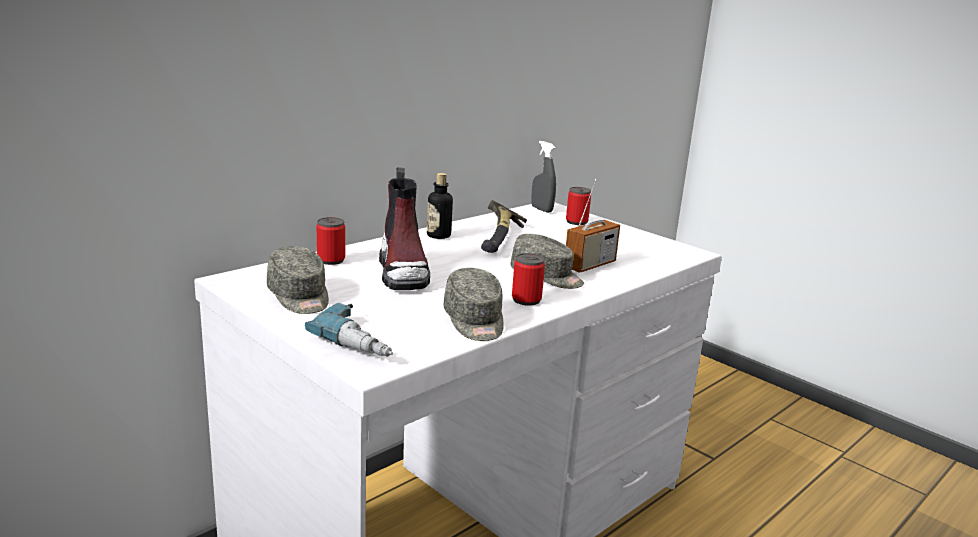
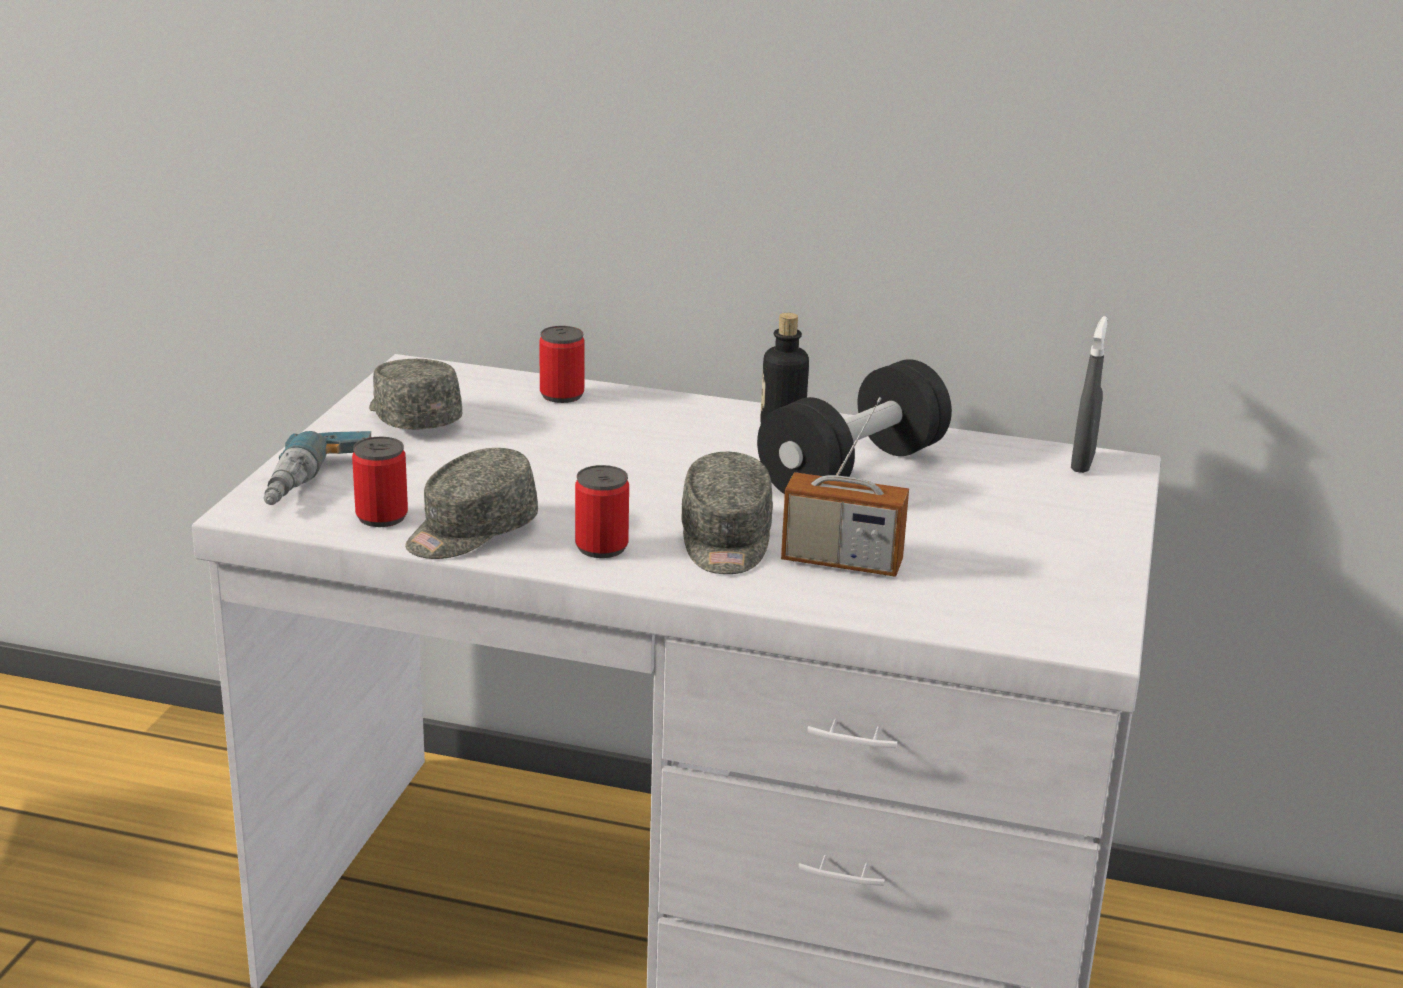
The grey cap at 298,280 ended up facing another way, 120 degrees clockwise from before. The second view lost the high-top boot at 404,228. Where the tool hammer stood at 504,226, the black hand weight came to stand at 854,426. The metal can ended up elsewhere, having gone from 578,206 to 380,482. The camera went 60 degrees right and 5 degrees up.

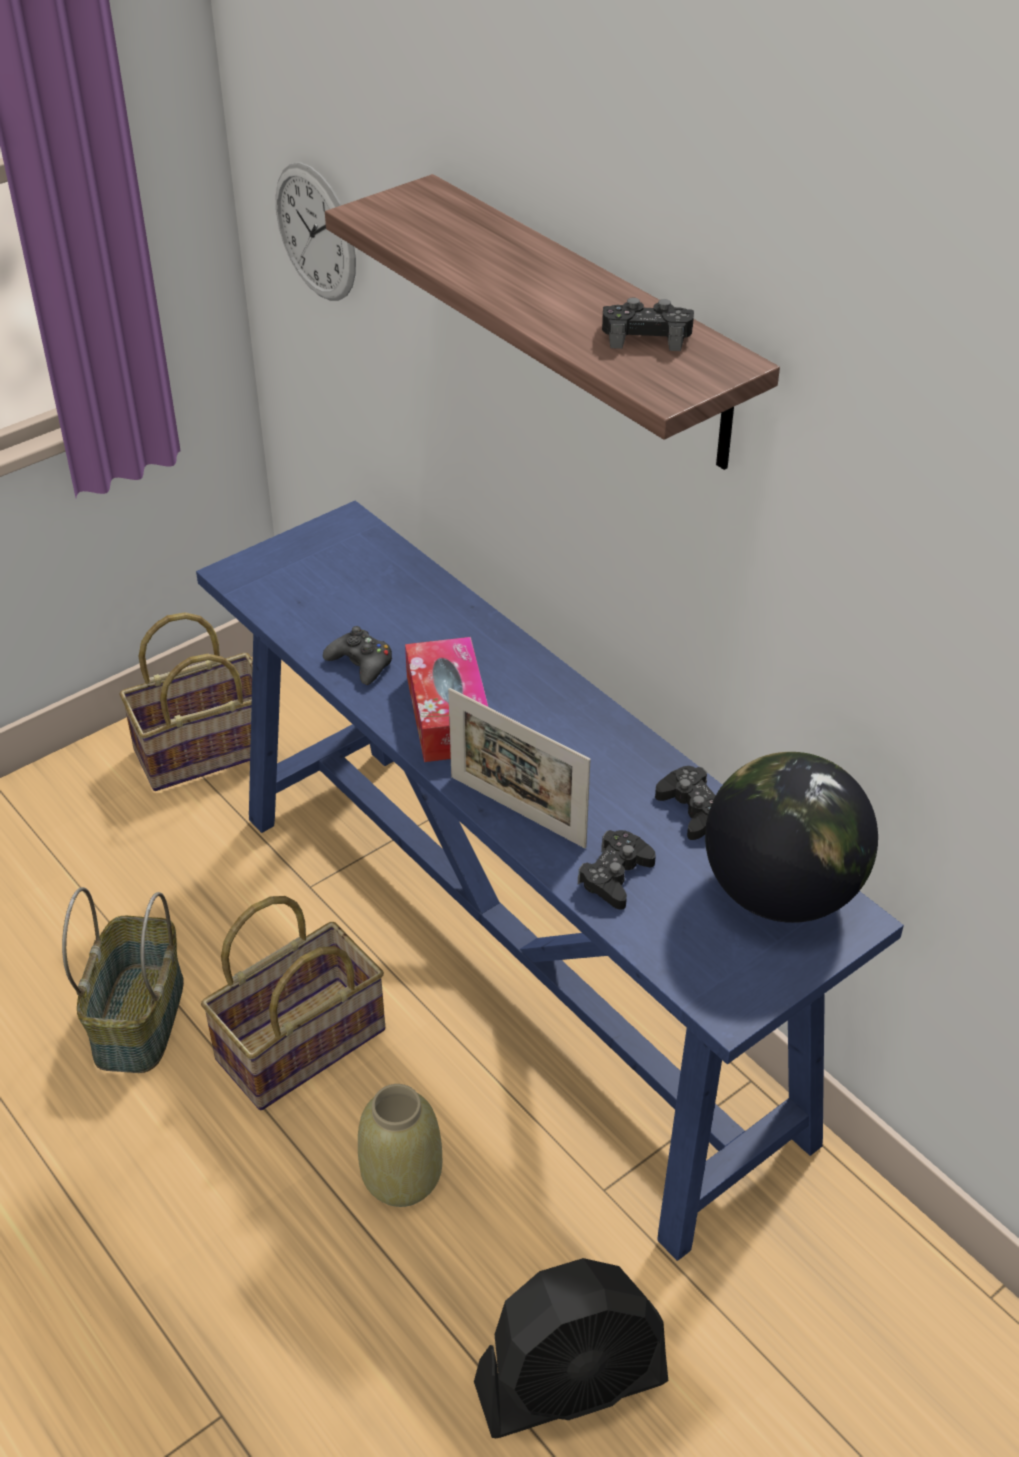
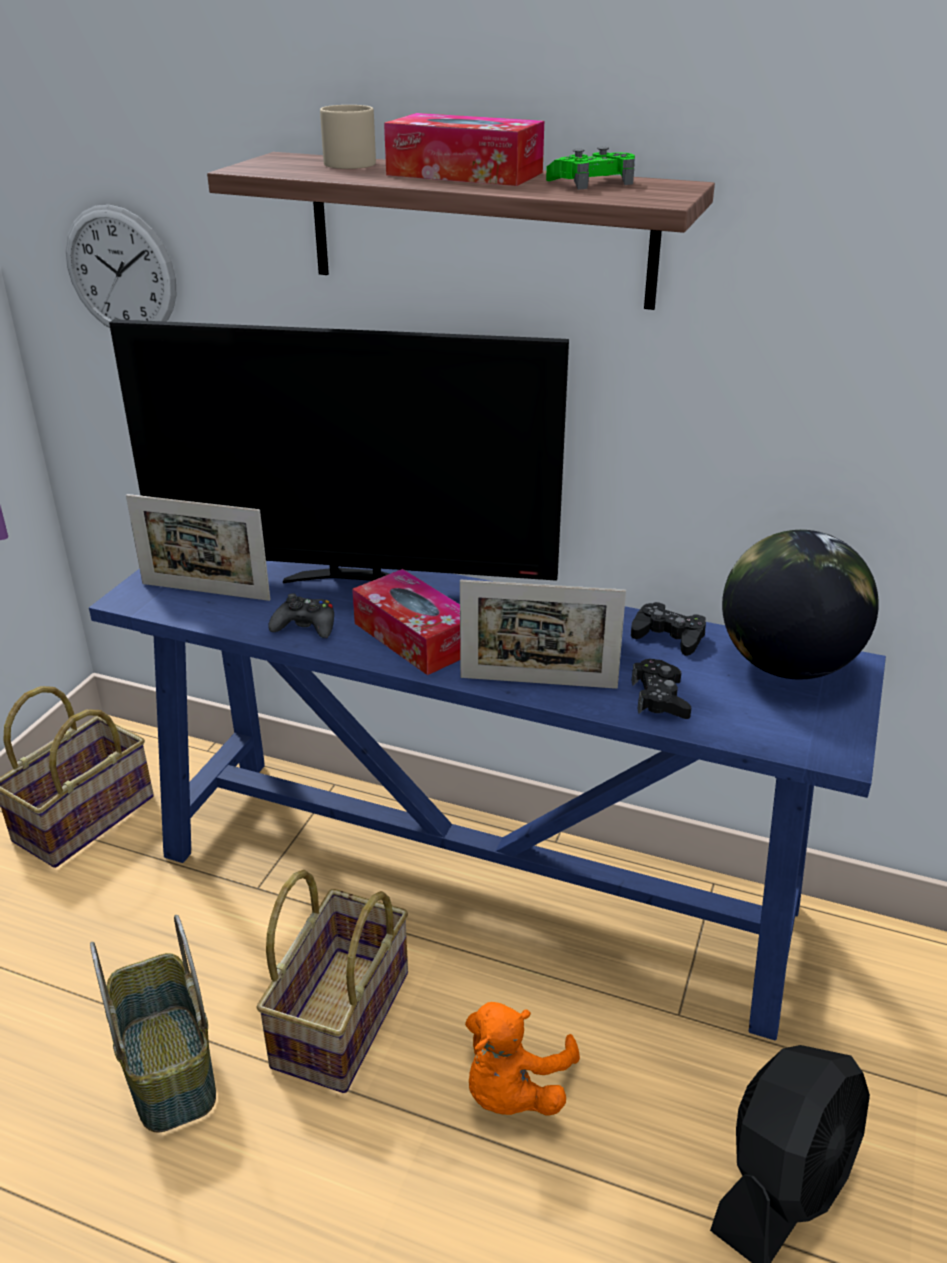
Where the beige decorative vase stood at 400,1145, the orangey soft toy came to stand at 522,1059. What was the black gamepad at 648,324 turned into the greenish gamepad at 590,168. The second view gained the TV at 339,451. The second view gained the photo frame at 198,547. The second view gained the beige coffee mug at 348,137. The second view gained the box of tissues at 464,149. The camera went 30 degrees left and 10 degrees down.

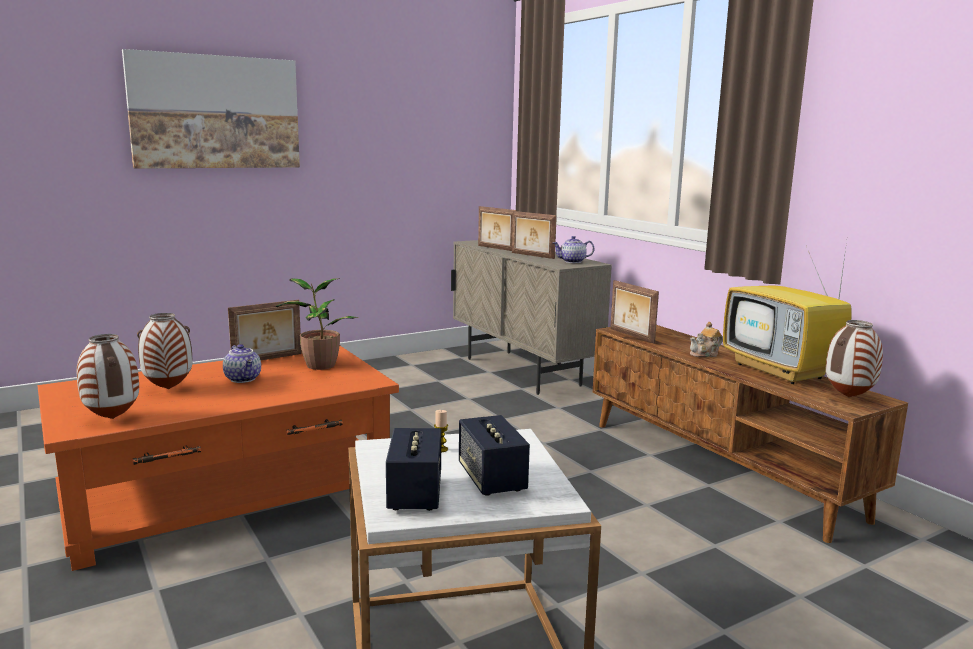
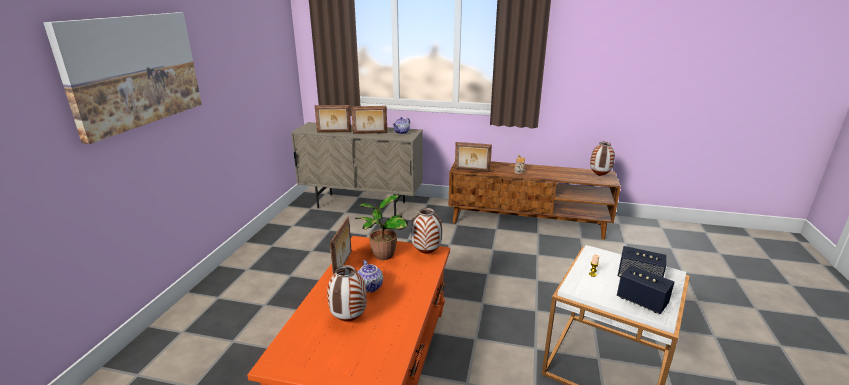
The decorative vase ended up elsewhere, having gone from 108,376 to 426,231. The pot for tea at 242,363 ended up facing another way, 60 degrees clockwise from before. The second view lost the TV at 787,313. The camera went 45 degrees left and 10 degrees up.

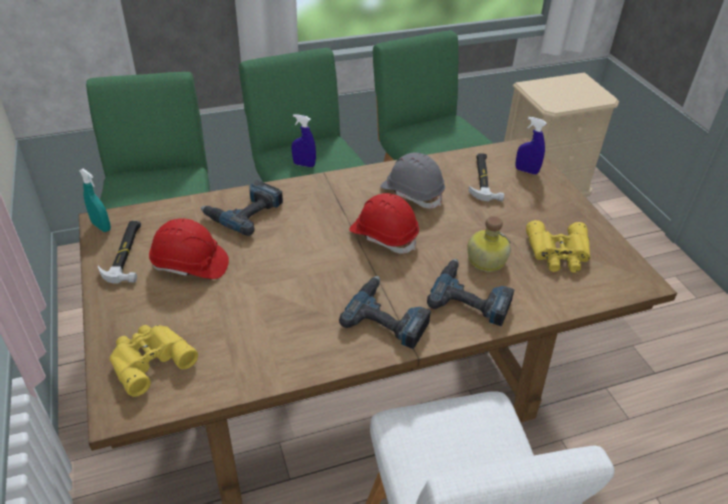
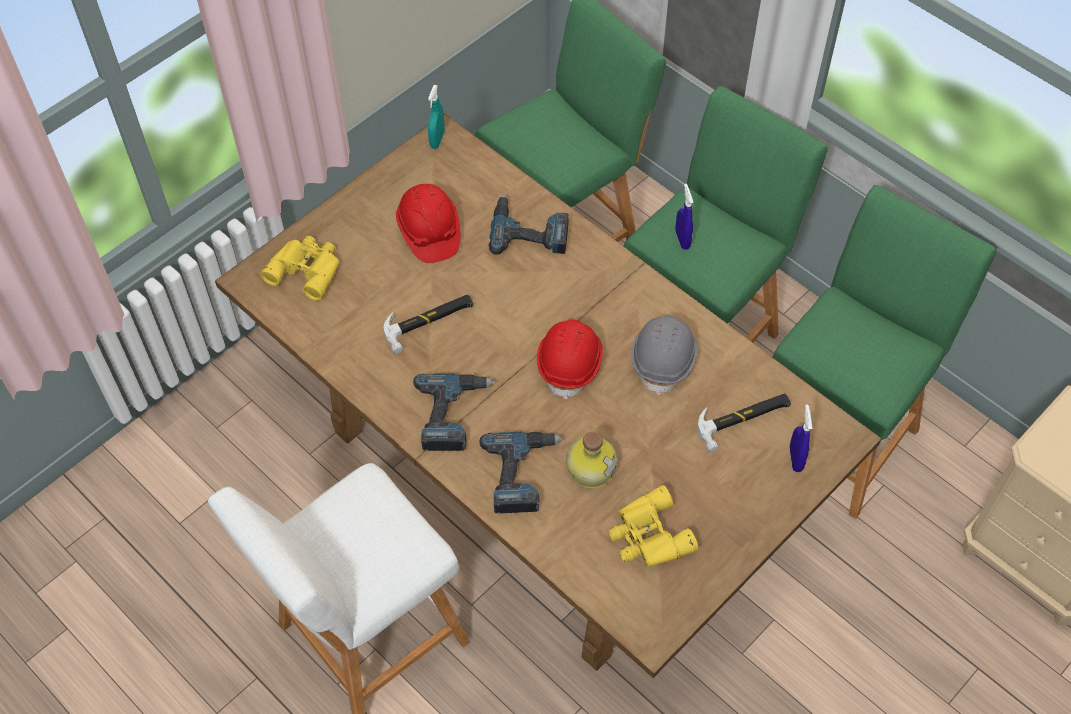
The tool hammer ended up elsewhere, having gone from 119,252 to 428,324. The camera went 65 degrees right and 15 degrees up.

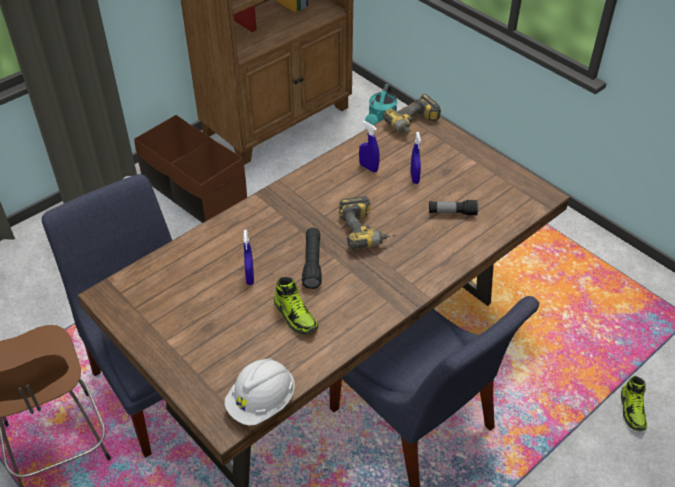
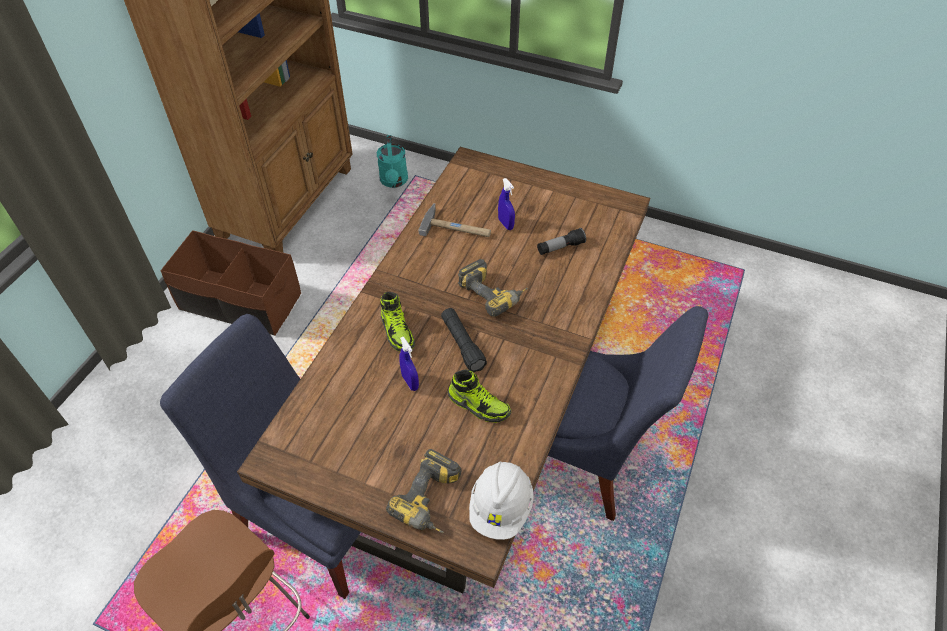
Where the bluish hand sprayer stood at 369,147, the tool hammer came to stand at 454,220. The power drill ended up elsewhere, having gone from 412,115 to 423,491. The low shoe ended up elsewhere, having gone from 634,403 to 397,322. The camera went 25 degrees left and 5 degrees up.

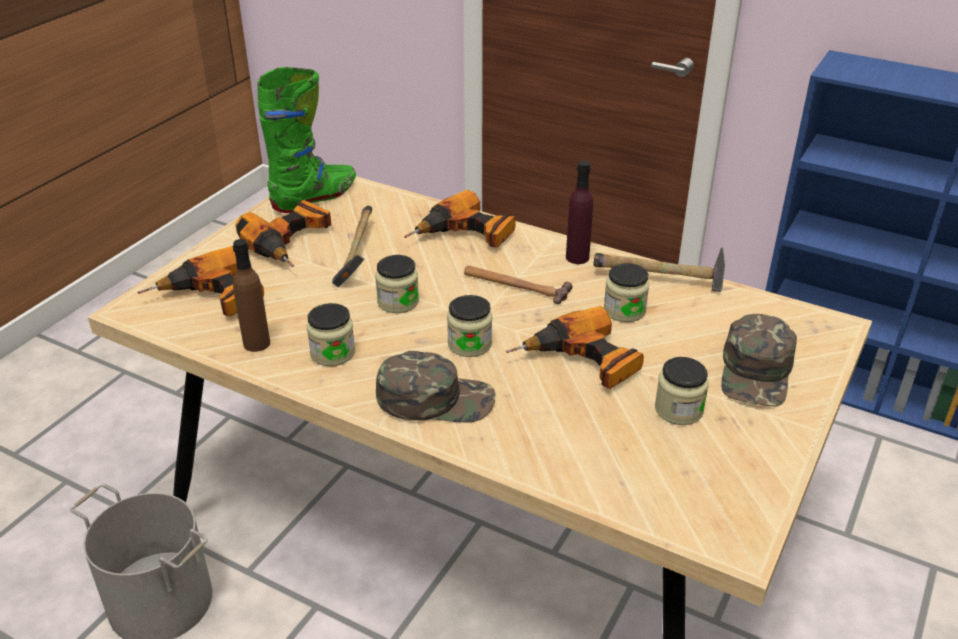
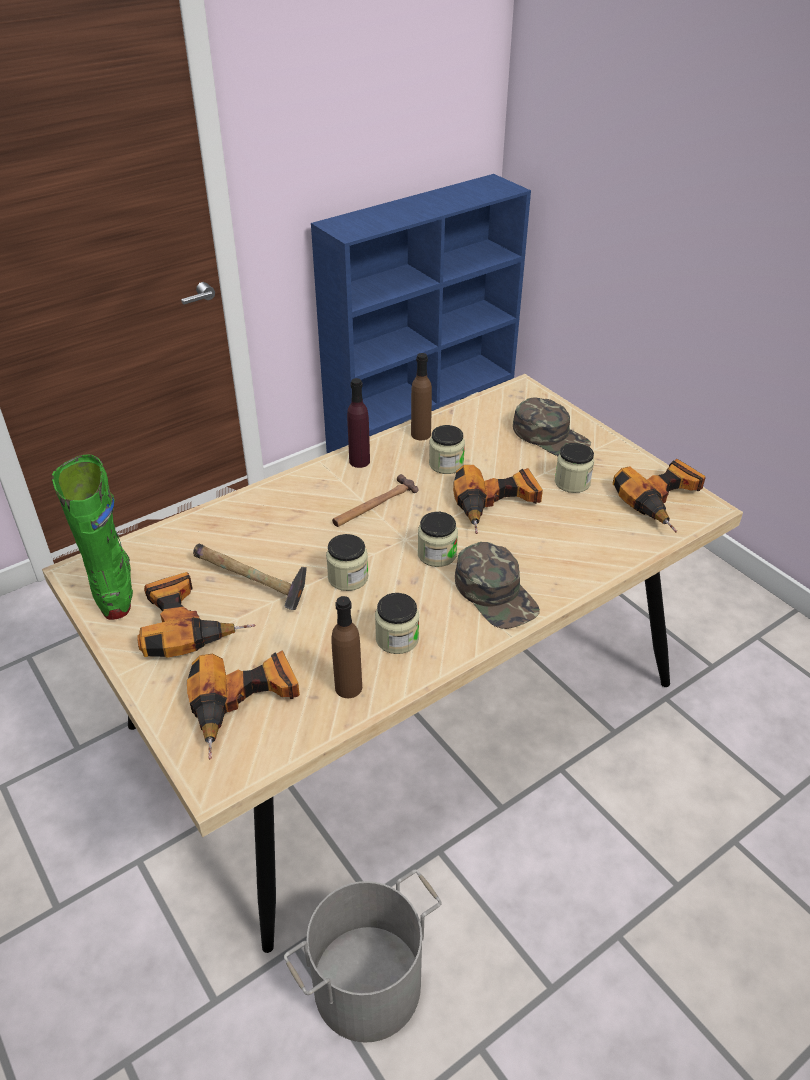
The greenish cap at 435,387 ended up facing another way, 120 degrees clockwise from before. The power drill ended up elsewhere, having gone from 460,219 to 659,495. Where the tool hammer stood at 659,270, the brownish beverage bottle came to stand at 421,396. The camera went 65 degrees left and 5 degrees up.

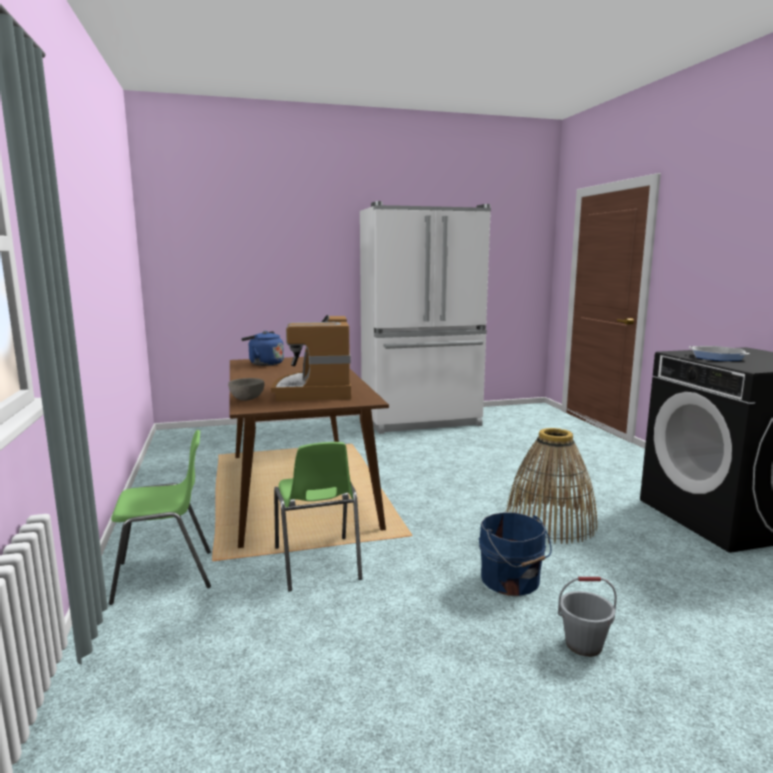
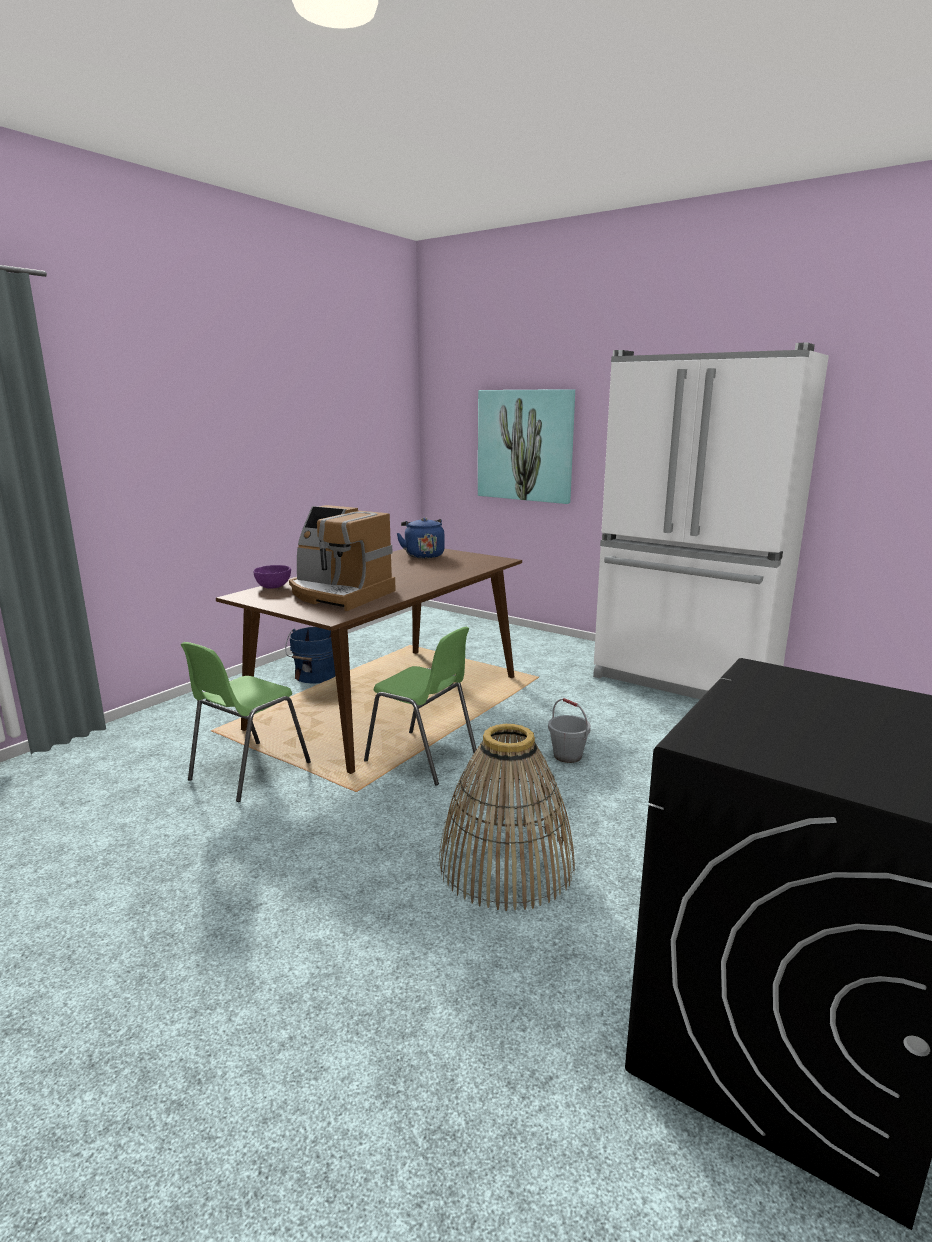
The greenish chair ended up elsewhere, having gone from 160,517 to 420,706. What was the grey bowl at 246,389 turned into the purple-coloured bowl at 272,577. The coffee maker at 311,358 ended up facing another way, 105 degrees counterclockwise from before. The bluish water bucket ended up elsewhere, having gone from 515,554 to 310,655. The grey water bucket ended up elsewhere, having gone from 587,617 to 569,730. The second view lost the frying pan at 719,353. The second view gained the wall art at 526,446. The camera went 50 degrees right and 5 degrees up.

